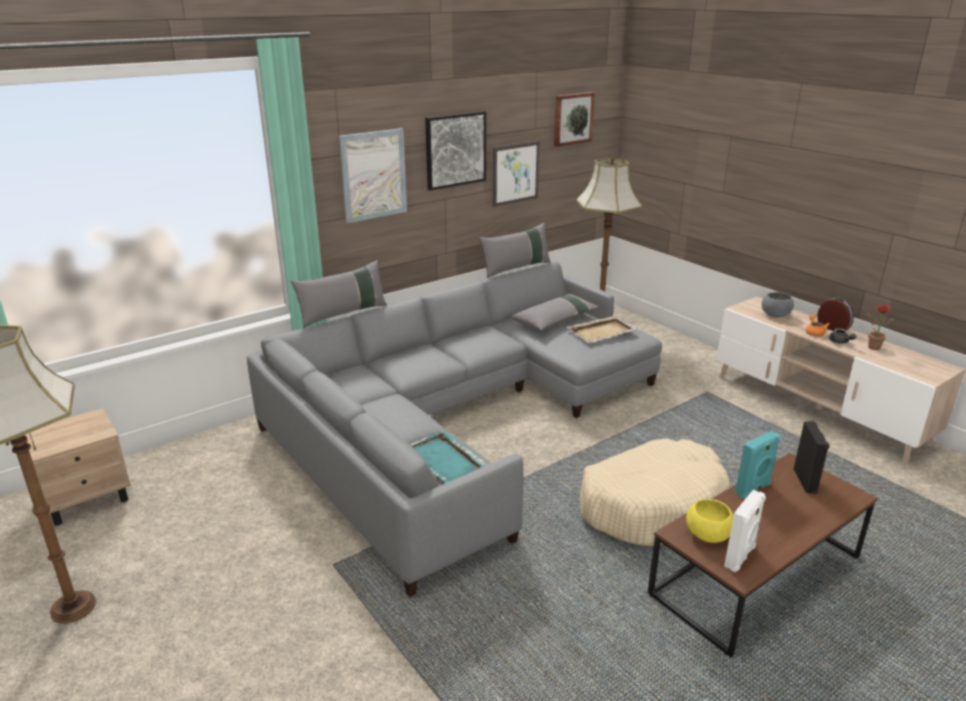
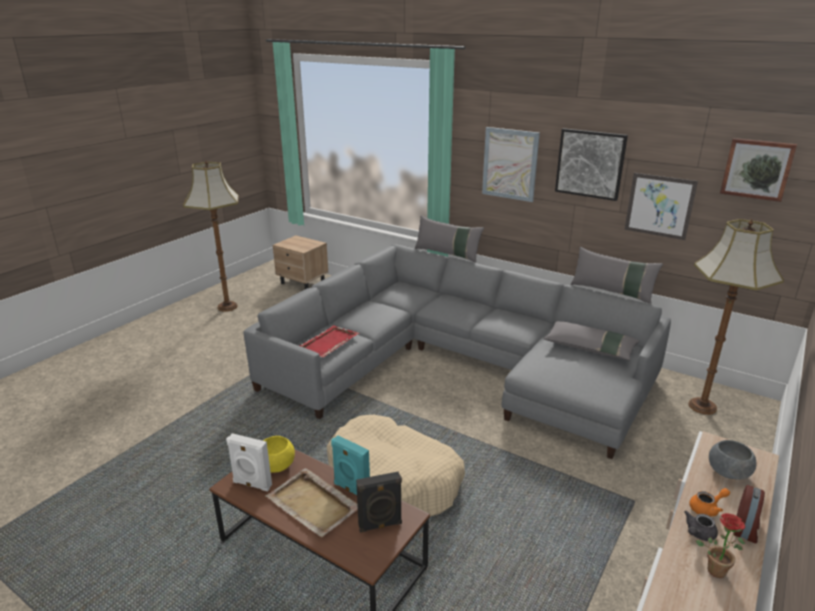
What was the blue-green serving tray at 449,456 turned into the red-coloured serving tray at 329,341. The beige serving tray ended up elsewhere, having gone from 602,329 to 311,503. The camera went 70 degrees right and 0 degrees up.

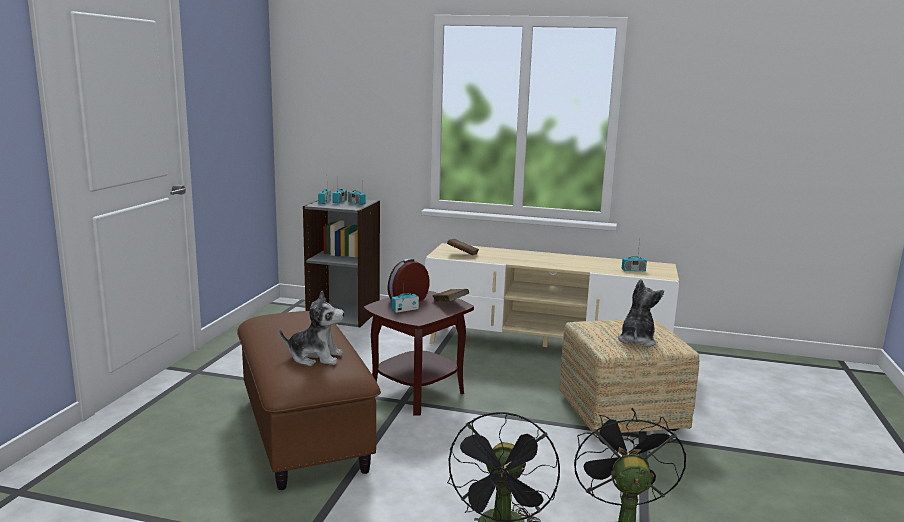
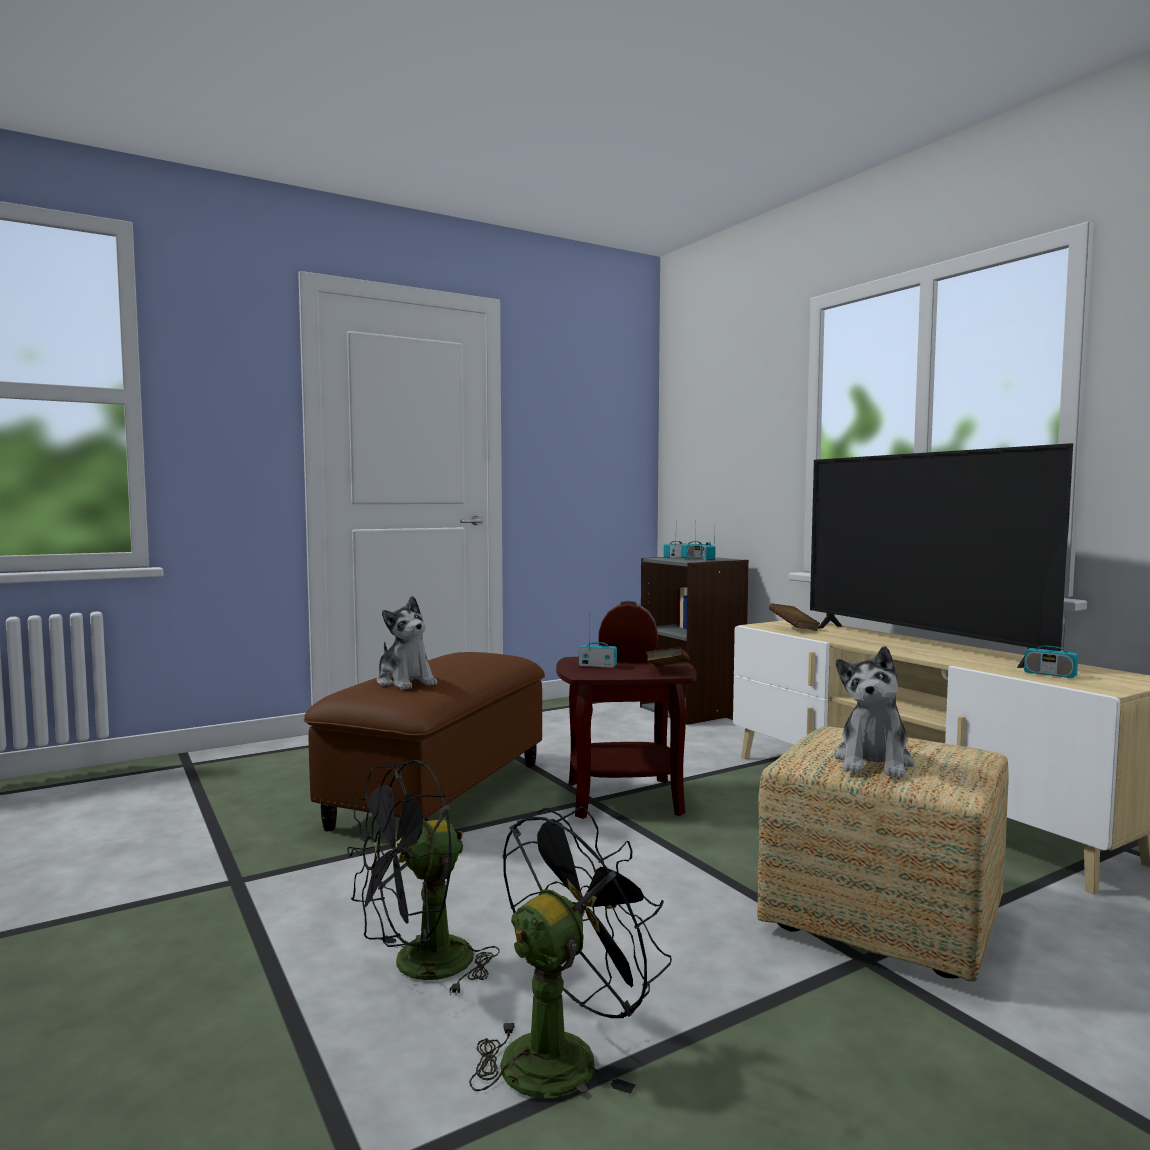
The soft toy at 641,313 ended up facing another way, 135 degrees clockwise from before. The second view gained the TV at 941,555. The camera went 45 degrees right and 10 degrees down.

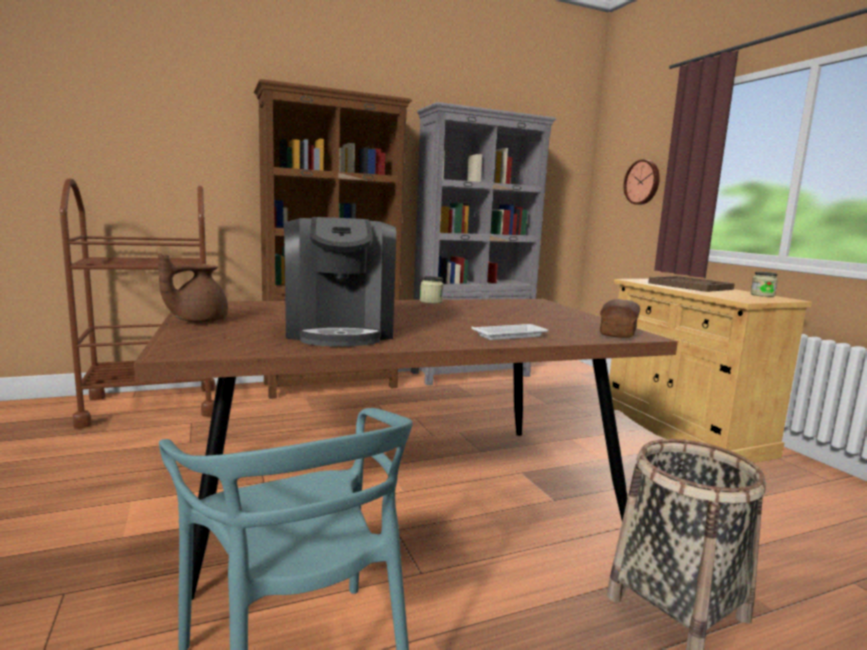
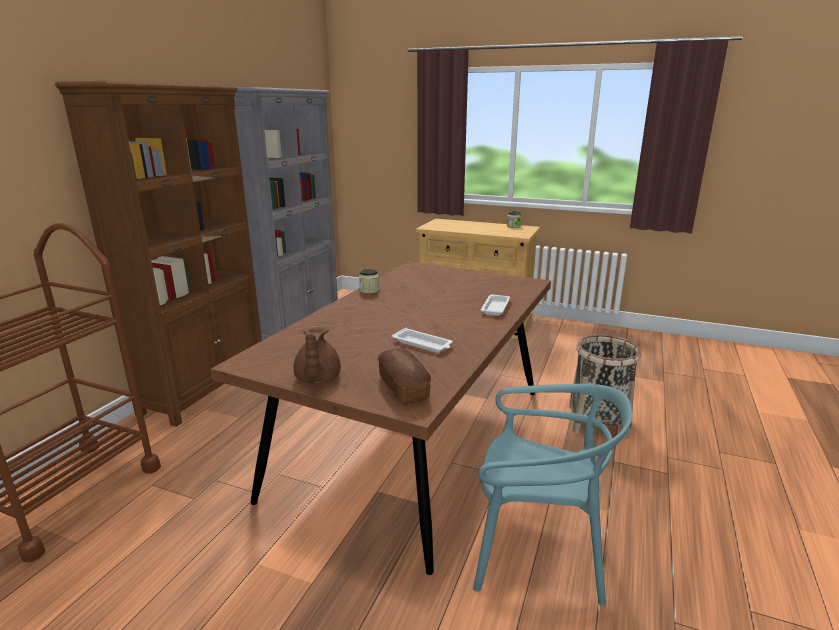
Where the coffee maker stood at 340,282, the white-coloured serving tray came to stand at 422,340. The bakery bread ended up elsewhere, having gone from 620,318 to 404,375. The second view lost the hanging clock at 642,182. The second view lost the brownish serving tray at 691,284. The camera went 45 degrees left and 10 degrees up.

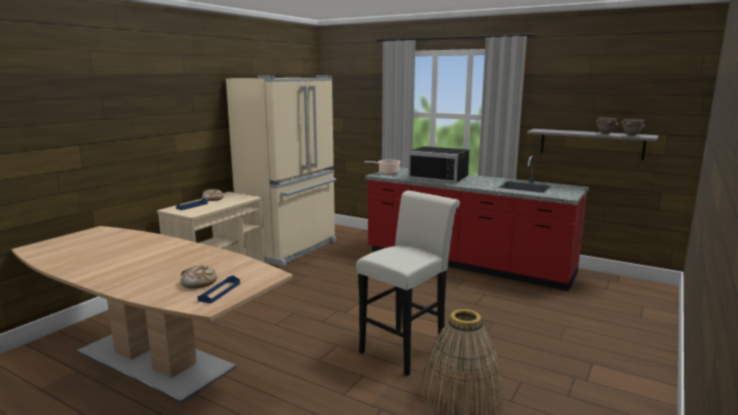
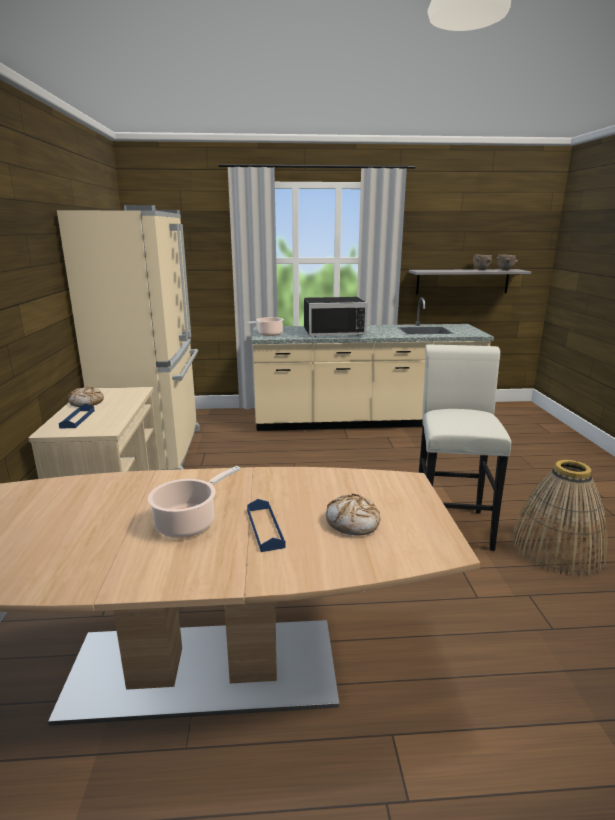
The bluish serving tray ended up elsewhere, having gone from 218,289 to 266,525. What was the red-coloured kitchen base unit at 477,223 turned into the beige kitchen base unit at 373,364. The second view gained the cooking pot at 194,502. The camera went 35 degrees left and 5 degrees up.

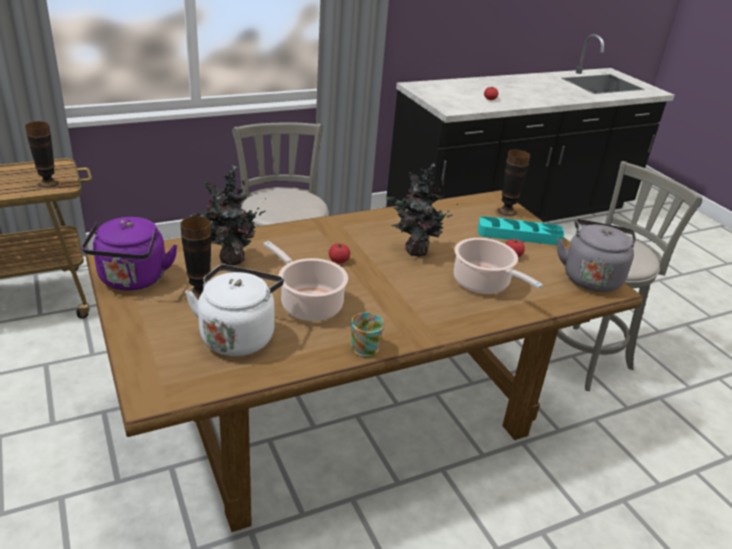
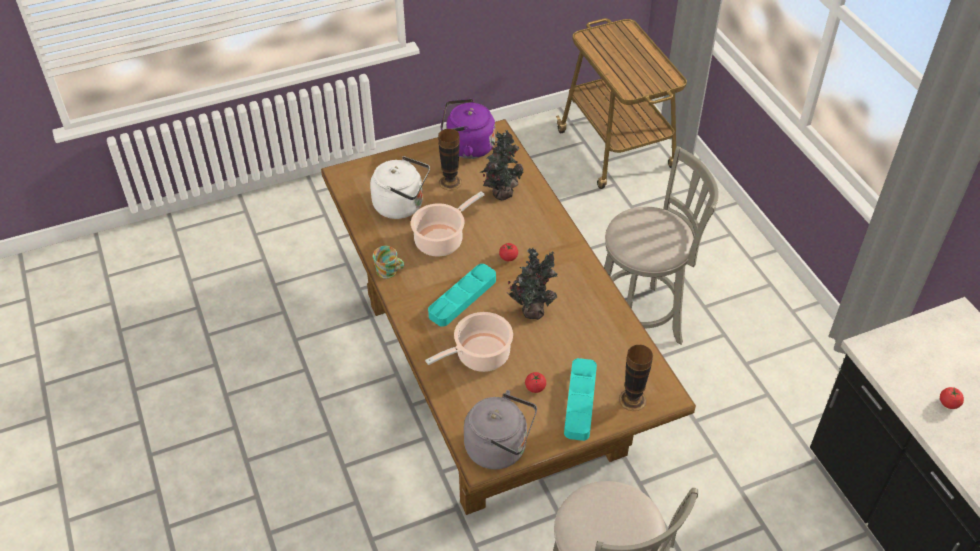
The second view lost the decorative vase at 43,155. The second view gained the blue-green serving tray at 462,295. The camera went 95 degrees right and 15 degrees up.

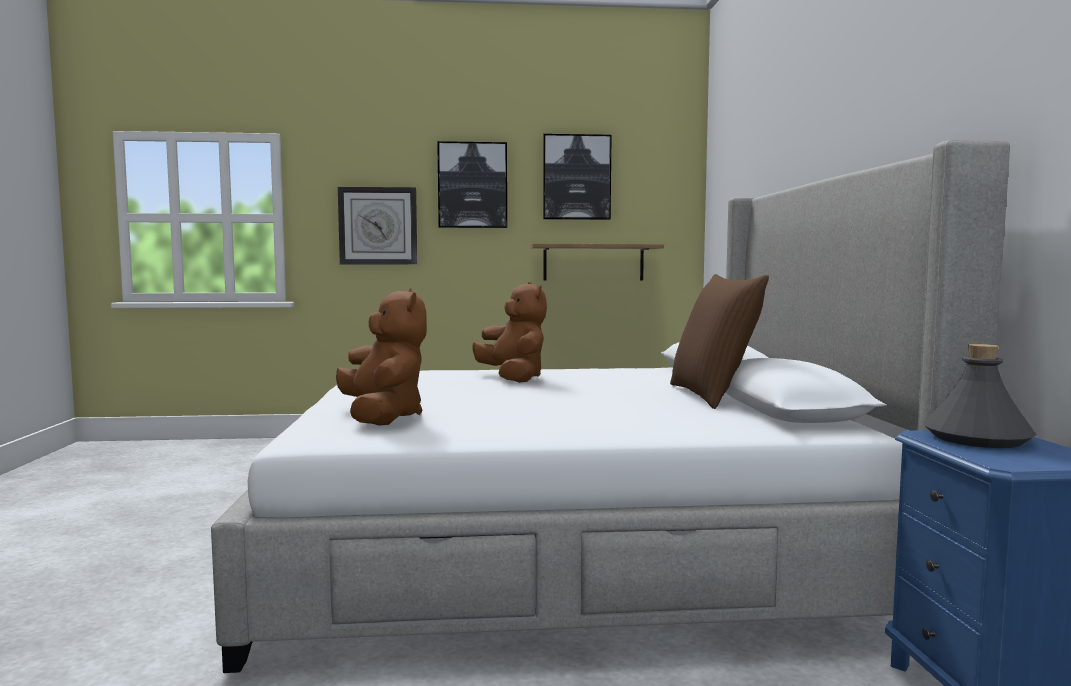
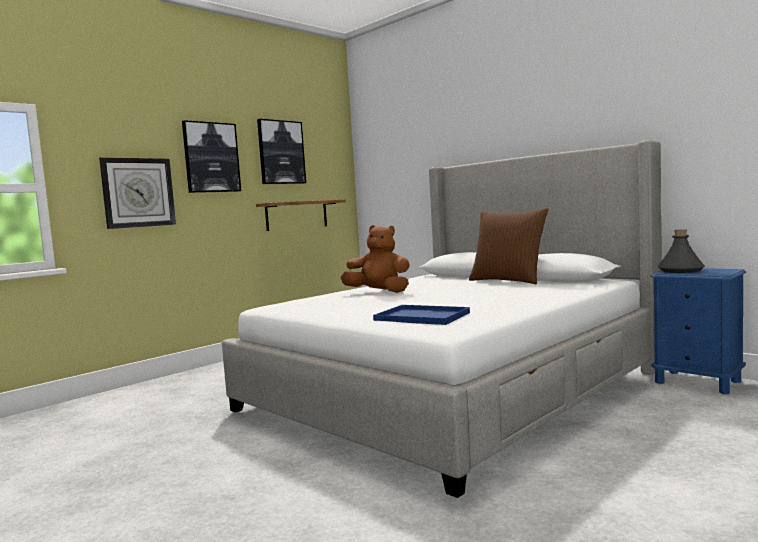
Where the brownish soft toy stood at 381,357, the bluish serving tray came to stand at 421,315. The camera went 40 degrees left and 0 degrees up.

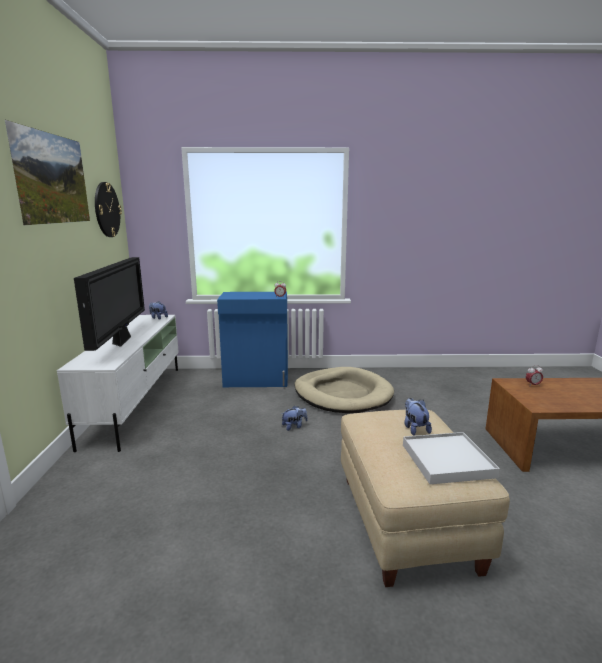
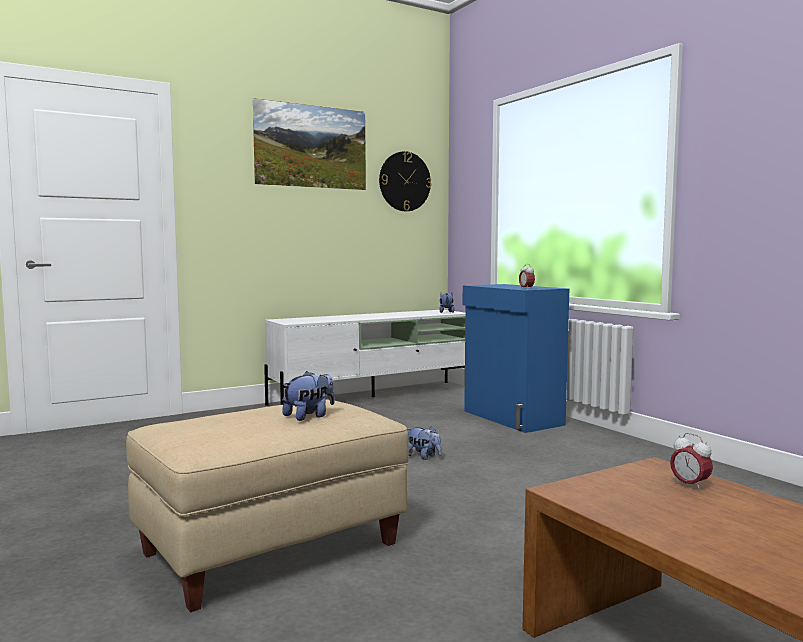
The second view lost the TV at 109,304. The second view lost the beige dog bed at 344,390. The second view lost the white-coloured serving tray at 451,458. The camera went 60 degrees right and 10 degrees down.

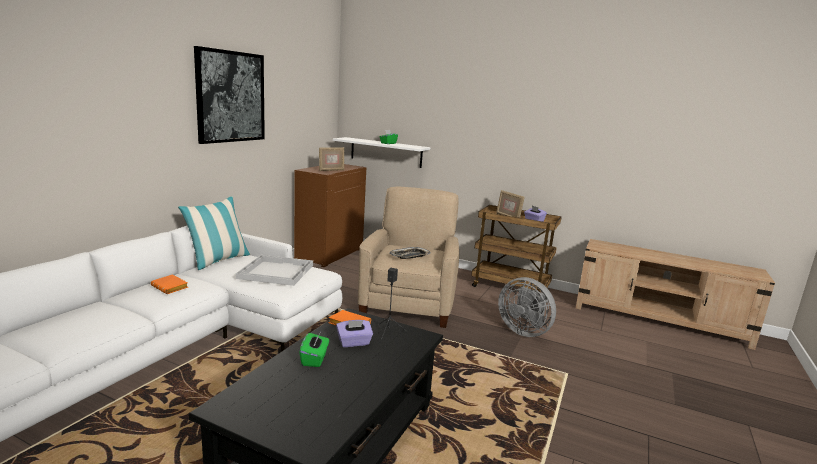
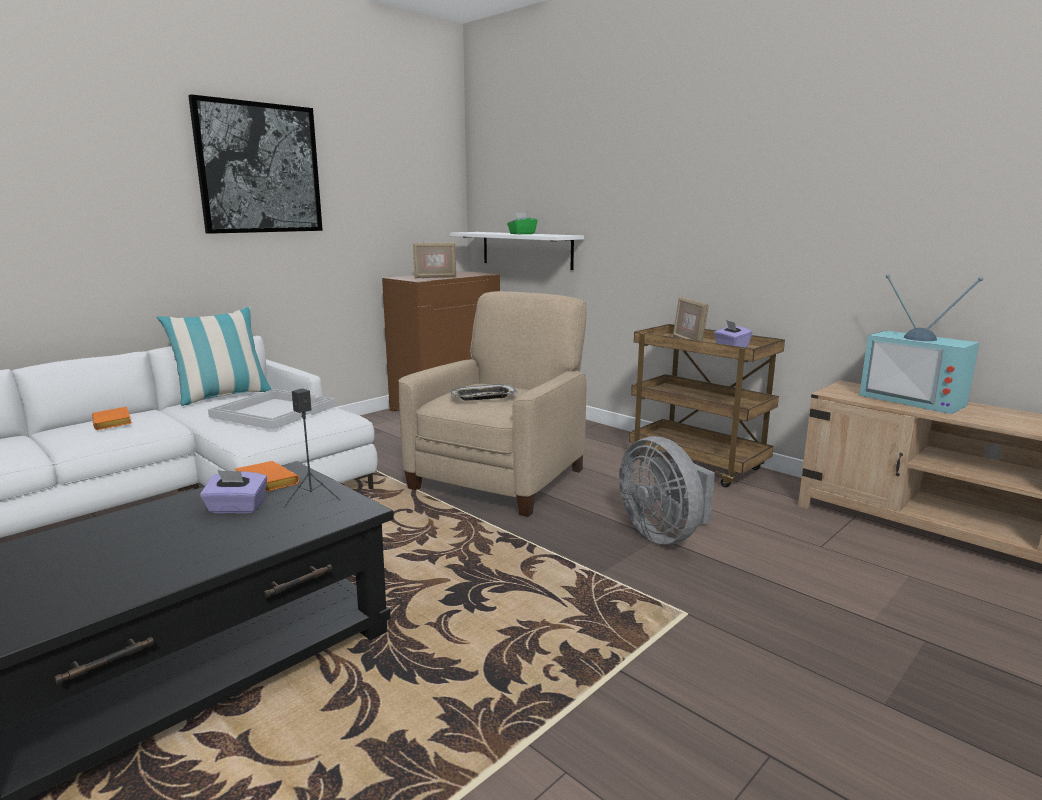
The second view lost the greenish box of tissues at 314,349. The second view gained the TV at 921,344. The camera went 20 degrees right and 0 degrees up.

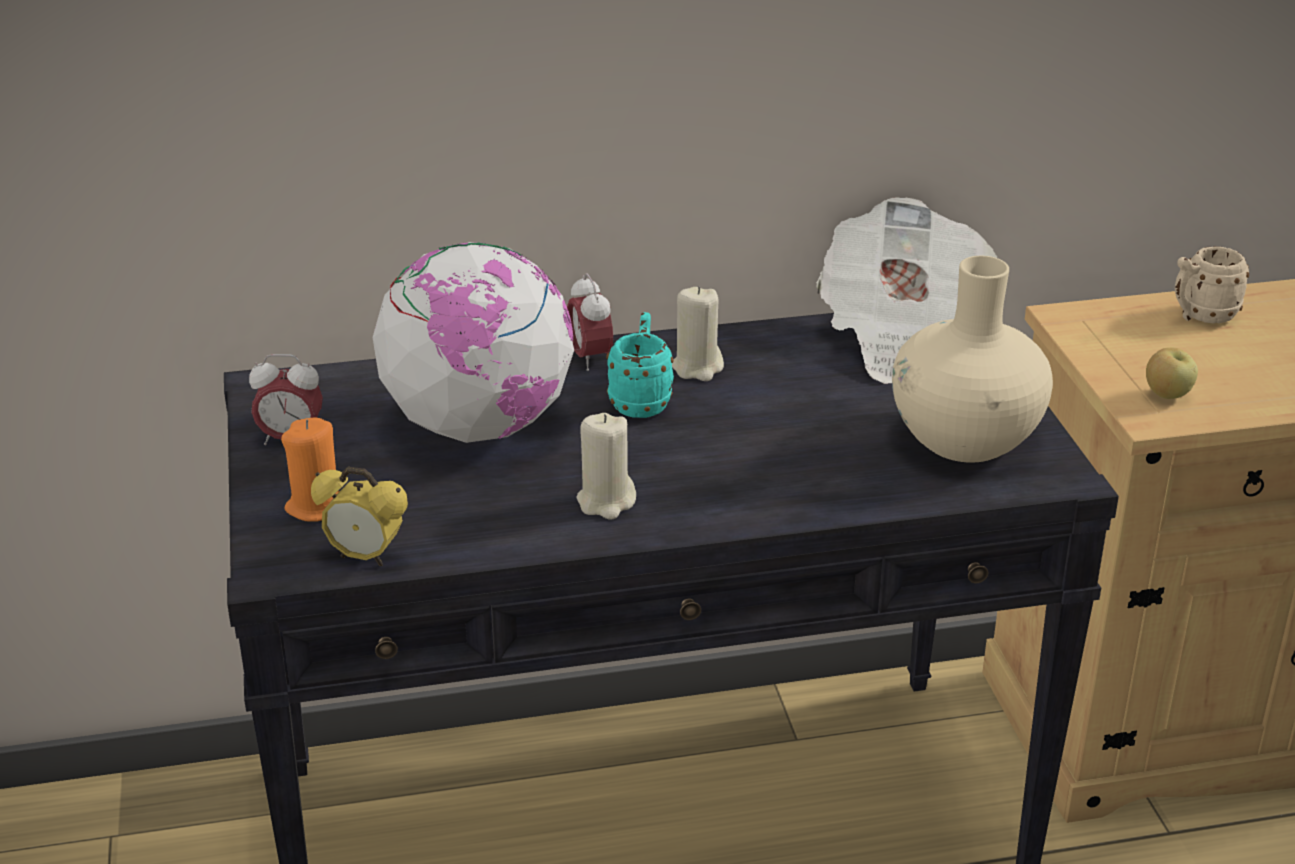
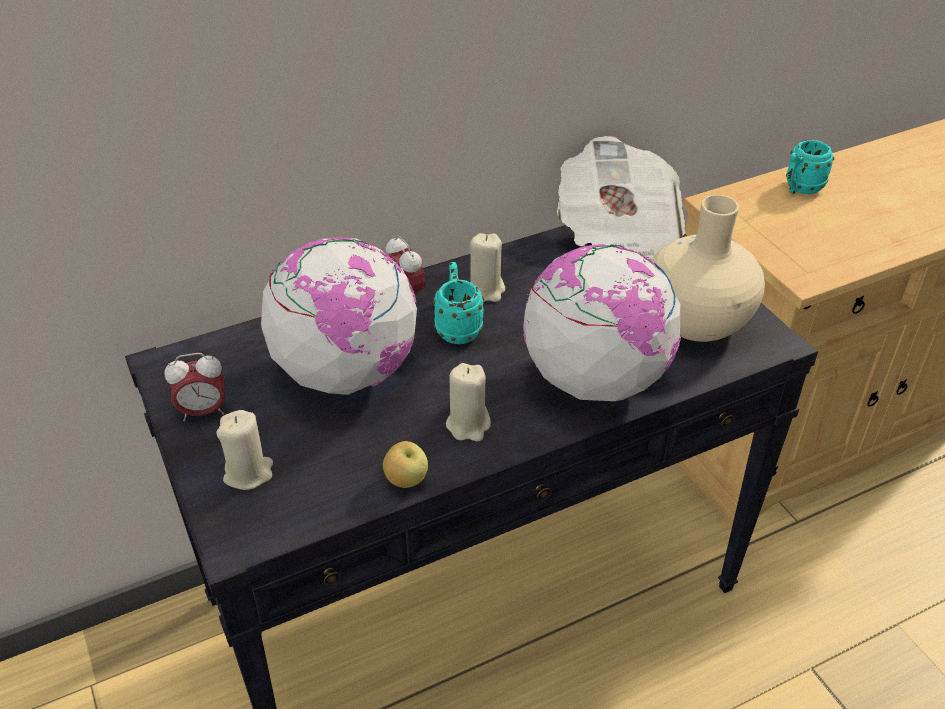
What was the orangey wax candle at 310,469 turned into the beige wax candle at 244,450. The second view lost the alarm clock at 359,516. The apple ended up elsewhere, having gone from 1172,373 to 405,464. What was the beige coffee mug at 1212,284 turned into the blue-green coffee mug at 810,167. The second view gained the desk globe at 602,322. The camera went 15 degrees left and 10 degrees up.

